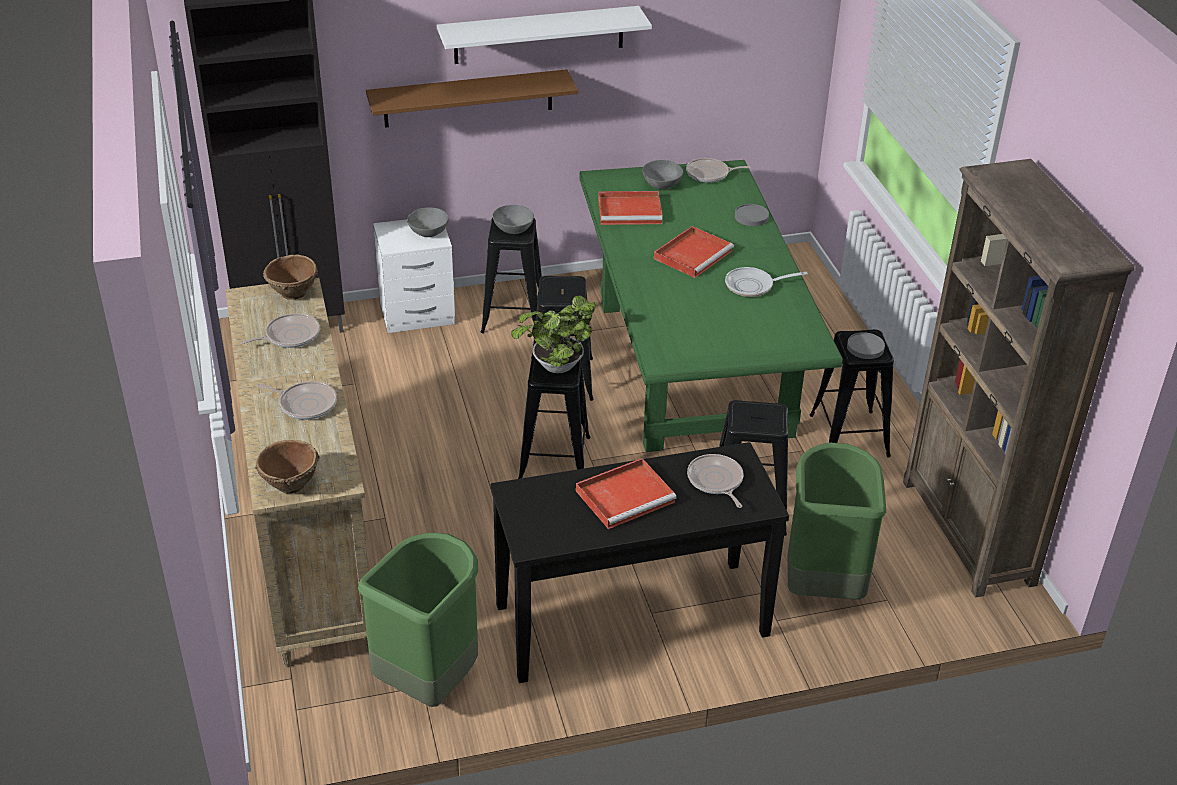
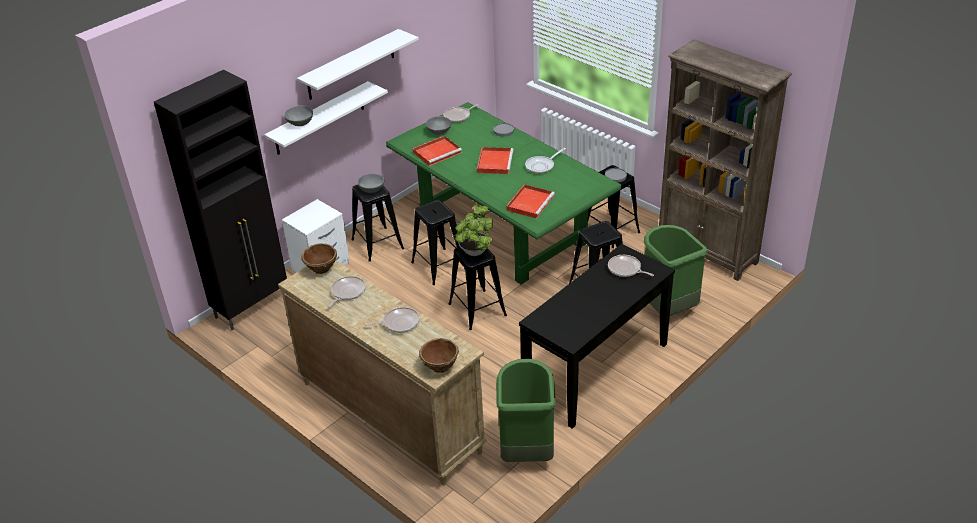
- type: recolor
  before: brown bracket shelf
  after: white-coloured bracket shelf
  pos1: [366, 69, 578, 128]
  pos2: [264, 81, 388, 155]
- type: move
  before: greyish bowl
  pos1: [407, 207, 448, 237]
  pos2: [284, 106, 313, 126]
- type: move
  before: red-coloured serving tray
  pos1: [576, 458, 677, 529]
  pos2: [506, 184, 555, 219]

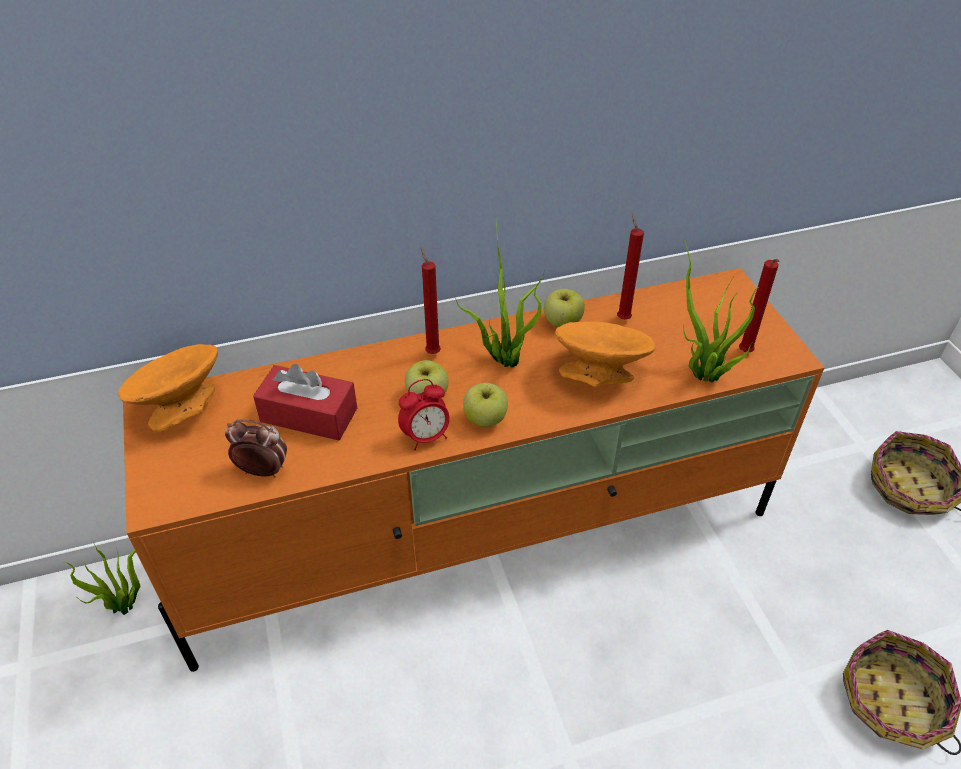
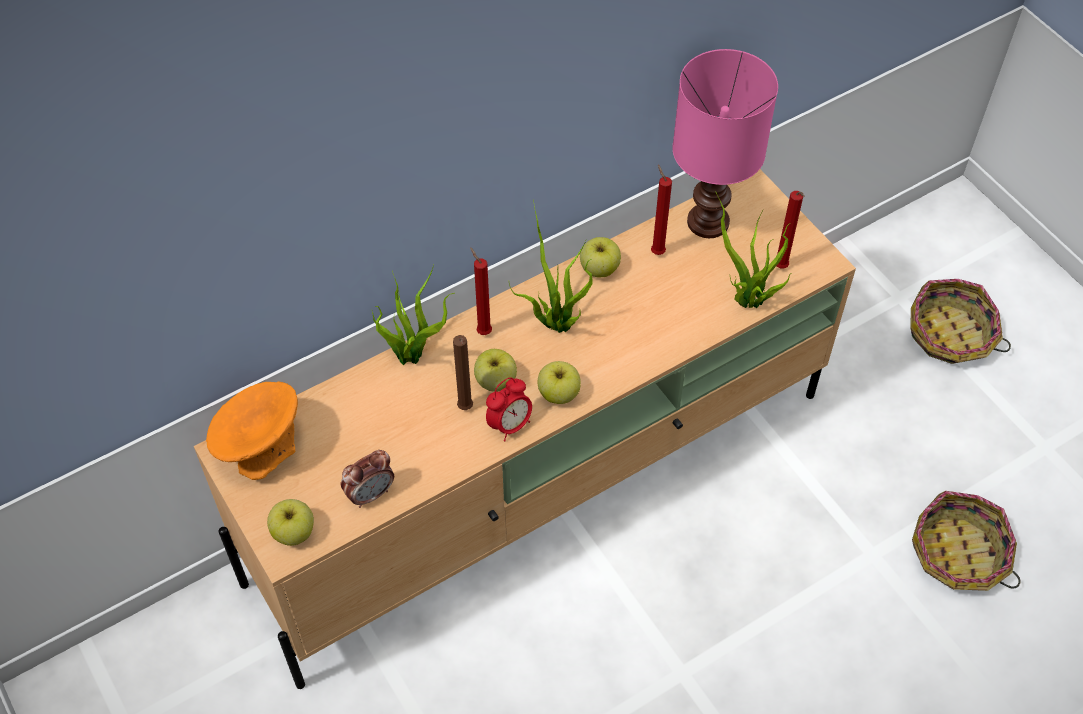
- type: recolor
  before: orange tv unit
  after: sand-coloured tv unit
  pos1: [123, 268, 825, 672]
  pos2: [194, 169, 856, 689]
- type: delete
  before: orange bowl
  pos1: [555, 322, 656, 387]
- type: delete
  before: red-coloured tissue holder
  pos1: [253, 364, 357, 440]
- type: rotate
  before: alarm clock
  pos1: [225, 419, 287, 478]
  pos2: [341, 450, 394, 508]
  turn: 150
- type: move
  before: potted plant
  pos1: [64, 536, 140, 615]
  pos2: [371, 265, 454, 365]
- type: insert
  after: pink tabletop lamp
  pos2: [672, 49, 778, 238]
- type: insert
  after: brown candle
  pos2: [453, 335, 473, 410]
- type: insert
  after: whole apple
  pos2: [267, 499, 314, 546]

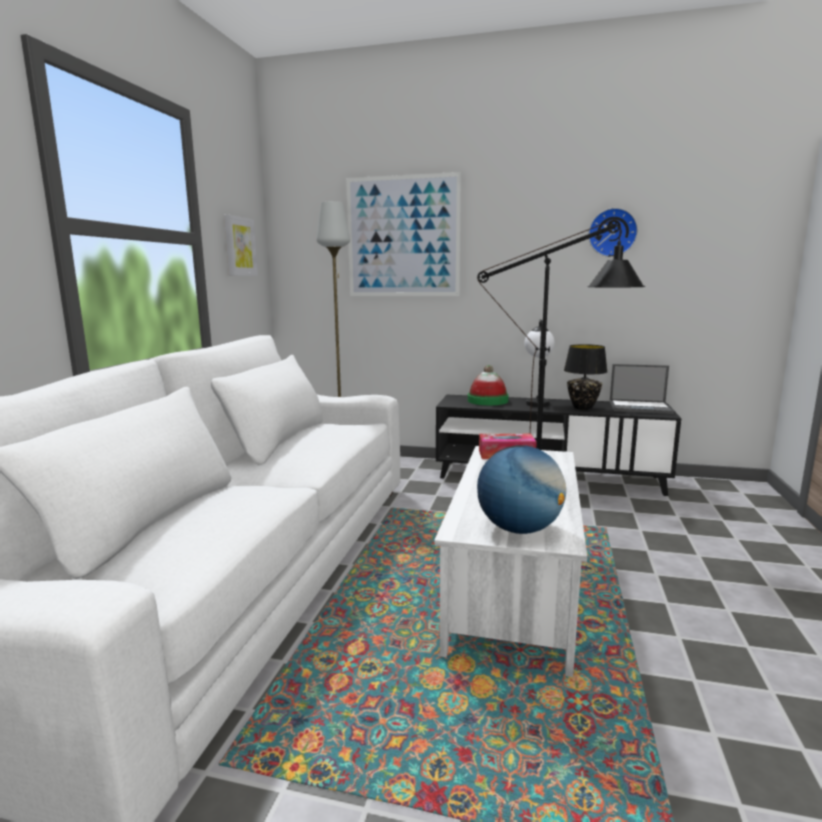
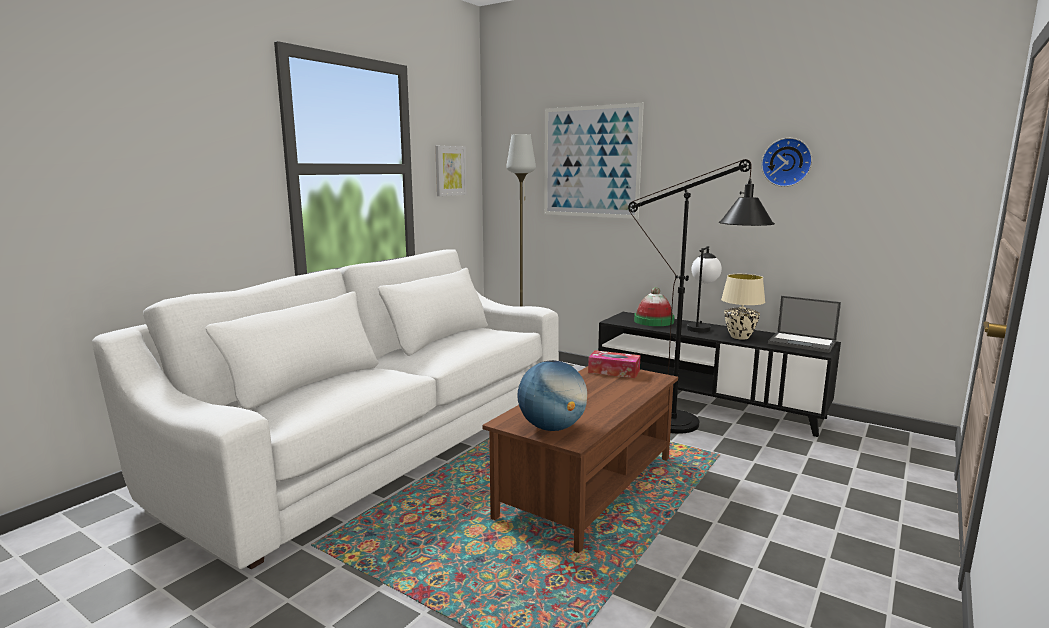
- type: recolor
  before: black tabletop lamp
  after: sand-coloured tabletop lamp
  pos1: [564, 344, 608, 410]
  pos2: [721, 274, 765, 340]
- type: recolor
  before: white-coloured lounge table
  after: brown lounge table
  pos1: [434, 446, 587, 677]
  pos2: [482, 366, 678, 553]

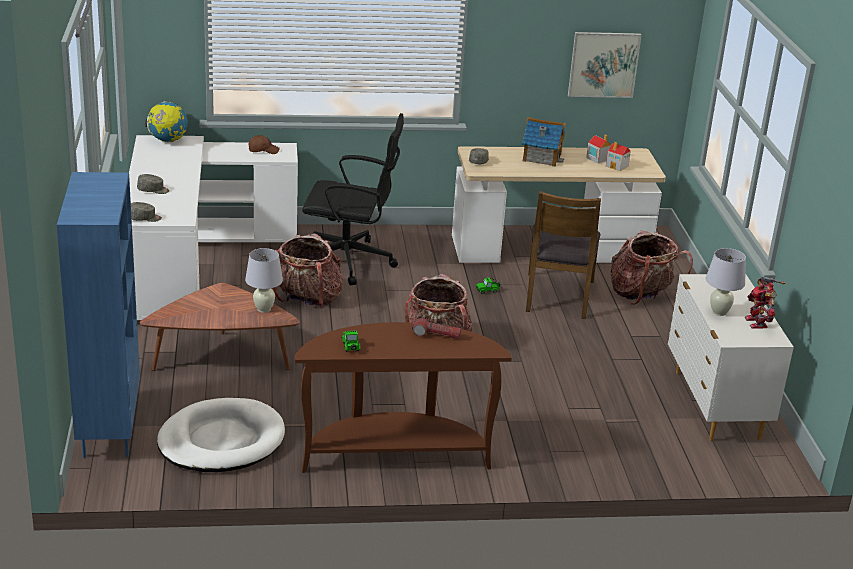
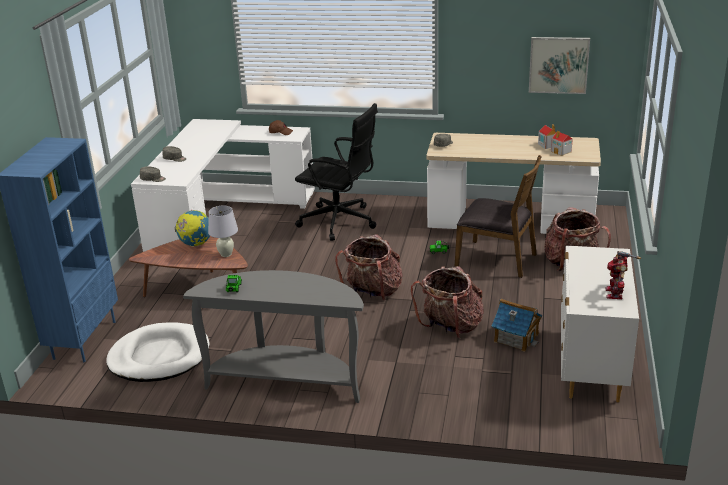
- type: move
  before: world globe
  pos1: [145, 101, 188, 142]
  pos2: [175, 210, 210, 247]
- type: move
  before: model house
  pos1: [522, 117, 566, 167]
  pos2: [491, 299, 542, 352]
- type: rotate
  before: brown upright chair
  pos1: [526, 191, 601, 319]
  pos2: [454, 155, 542, 278]
  turn: -90
- type: move
  before: knapsack
  pos1: [273, 234, 343, 309]
  pos2: [411, 266, 484, 339]
- type: delete
  before: white-coloured tabletop lamp
  pos1: [706, 248, 746, 316]
- type: delete
  before: torch
  pos1: [412, 316, 461, 339]
- type: recolor
  before: brown console table
  after: greyish console table
  pos1: [295, 322, 512, 473]
  pos2: [183, 270, 364, 403]

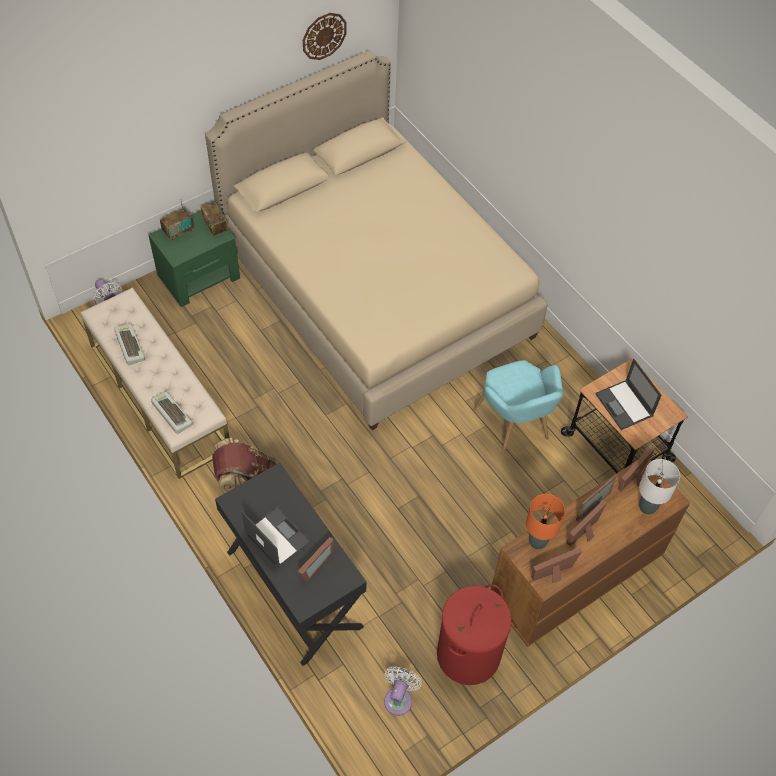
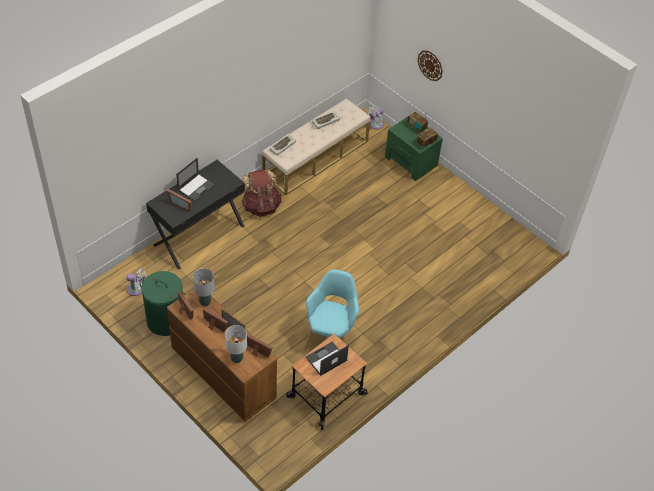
- type: move
  before: wall clock
  pos1: [303, 13, 347, 60]
  pos2: [418, 51, 443, 81]
- type: delete
  before: sand-coloured bed
  pos1: [205, 50, 548, 430]
- type: rotate
  before: turquoise easy chair
  pos1: [473, 360, 564, 454]
  pos2: [304, 269, 359, 350]
  turn: 135
- type: recolor
  before: orange tabletop lamp
  after: greyish tabletop lamp
  pos1: [526, 494, 565, 549]
  pos2: [193, 268, 215, 306]
- type: recolor
  before: red-coloured laundry basket
  after: greenish laundry basket
  pos1: [437, 584, 512, 685]
  pos2: [140, 271, 185, 336]

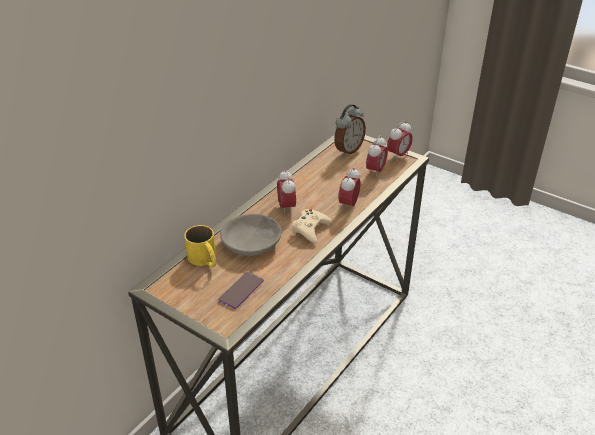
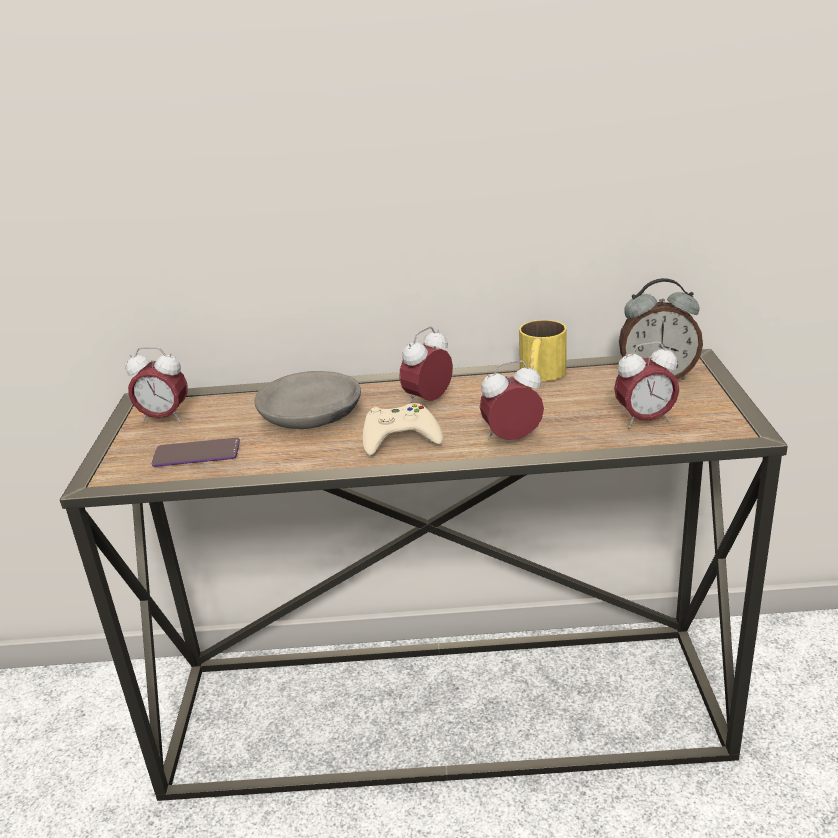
- type: move
  before: alarm clock
  pos1: [387, 121, 413, 161]
  pos2: [126, 347, 188, 423]
- type: move
  before: yellow coffee mug
  pos1: [184, 225, 216, 268]
  pos2: [519, 320, 567, 381]

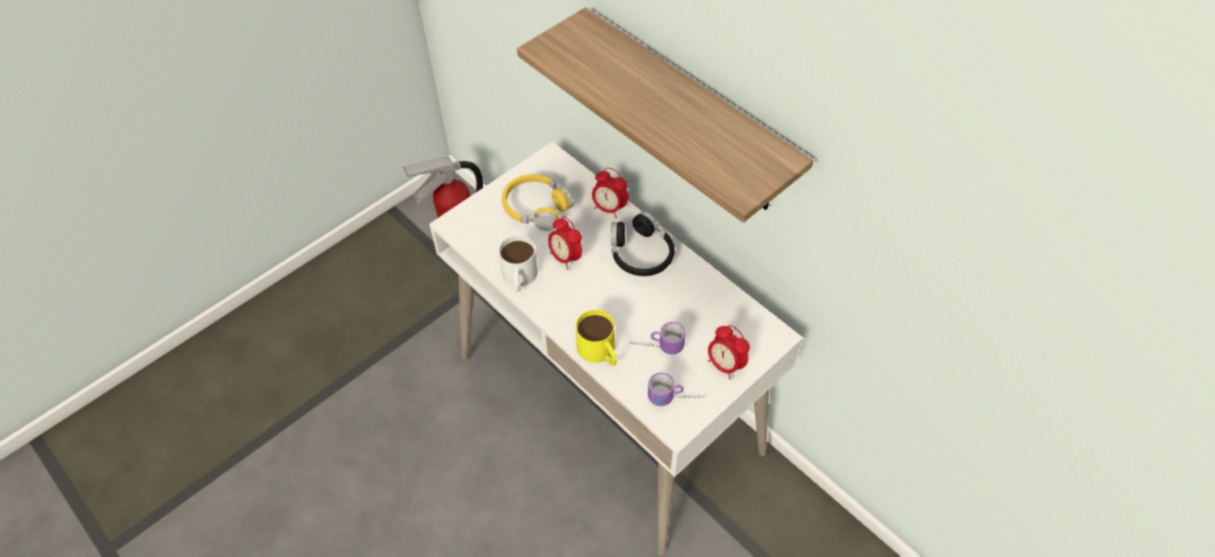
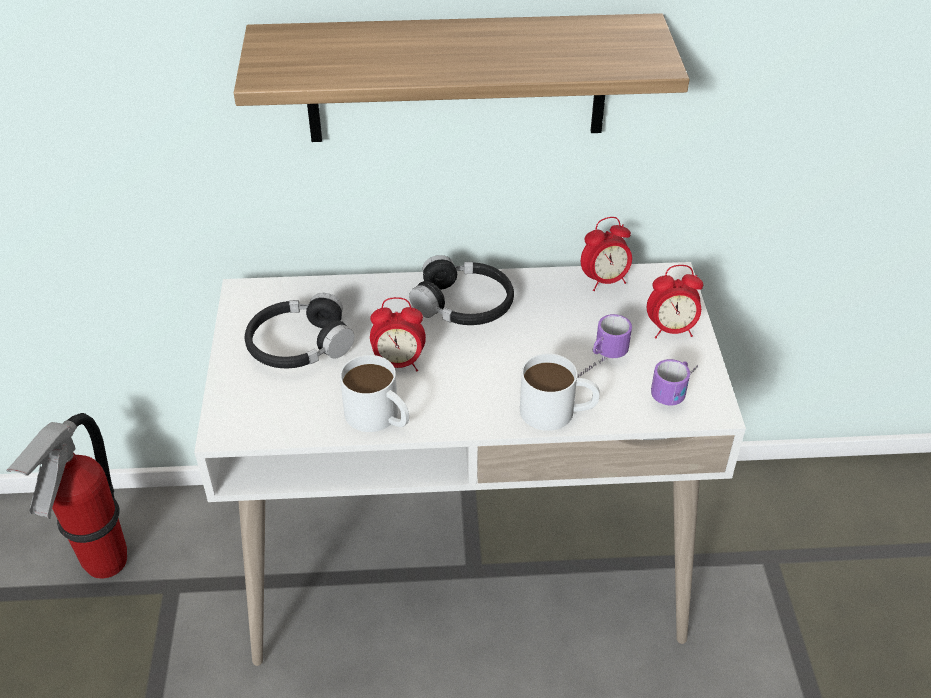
- type: move
  before: alarm clock
  pos1: [592, 168, 628, 219]
  pos2: [581, 217, 632, 291]
- type: recolor
  before: yellow pair of headphones
  after: black pair of headphones
  pos1: [502, 174, 574, 231]
  pos2: [244, 293, 354, 368]
- type: recolor
  before: yellow coffee mug
  after: white-coloured coffee mug
  pos1: [576, 310, 617, 366]
  pos2: [520, 353, 600, 431]

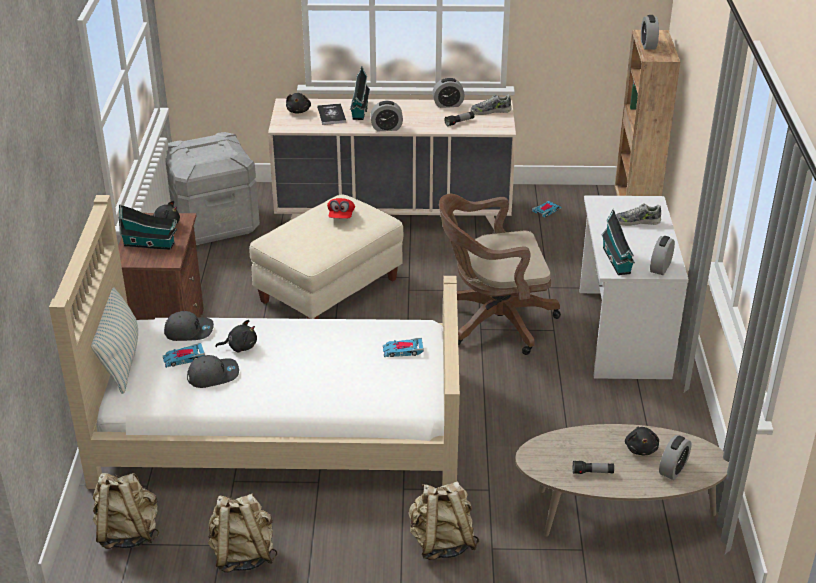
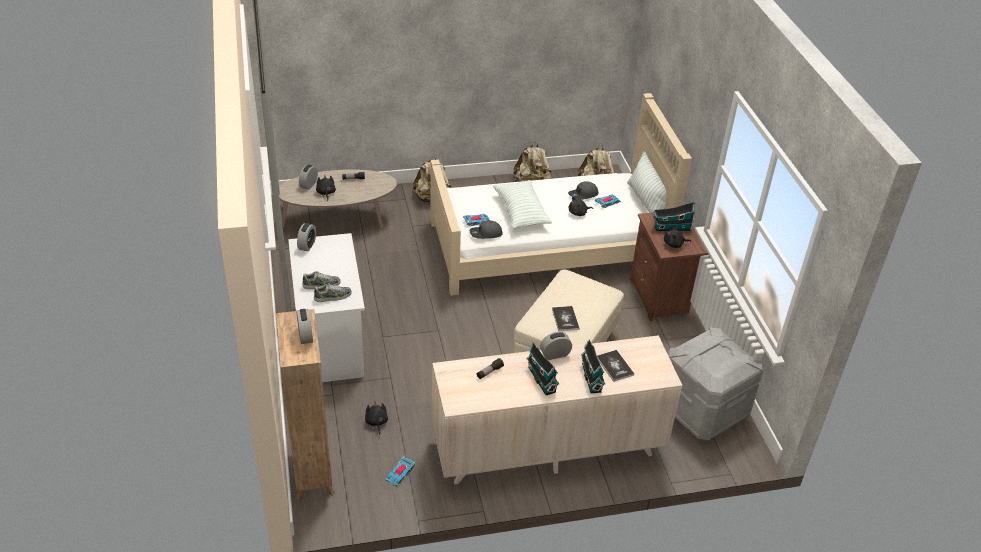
- type: delete
  before: alarm clock
  pos1: [432, 78, 465, 108]
- type: move
  before: black cuddly toy
  pos1: [286, 93, 311, 114]
  pos2: [365, 401, 388, 435]
- type: move
  before: low shoe
  pos1: [471, 95, 511, 115]
  pos2: [314, 283, 352, 302]
- type: delete
  before: brown computer chair
  pos1: [439, 194, 561, 355]
- type: replace
  before: red-coloured baseball cap
  after: book
  pos1: [327, 198, 355, 219]
  pos2: [552, 306, 579, 331]
- type: move
  before: model house
  pos1: [602, 209, 635, 275]
  pos2: [527, 342, 559, 395]
- type: move
  before: greyish baseball cap
  pos1: [164, 311, 214, 341]
  pos2: [470, 220, 503, 239]
- type: insert
  after: pillow
  pos2: [493, 180, 552, 229]

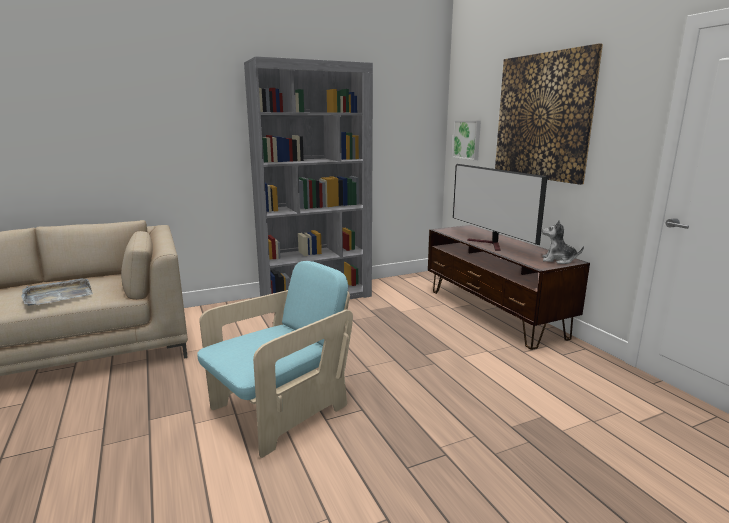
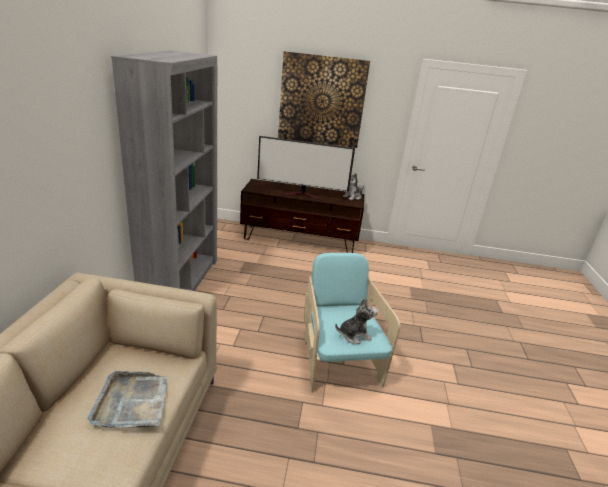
- type: delete
  before: picture
  pos1: [452, 121, 481, 160]
- type: insert
  after: cuddly toy
  pos2: [335, 299, 378, 344]

